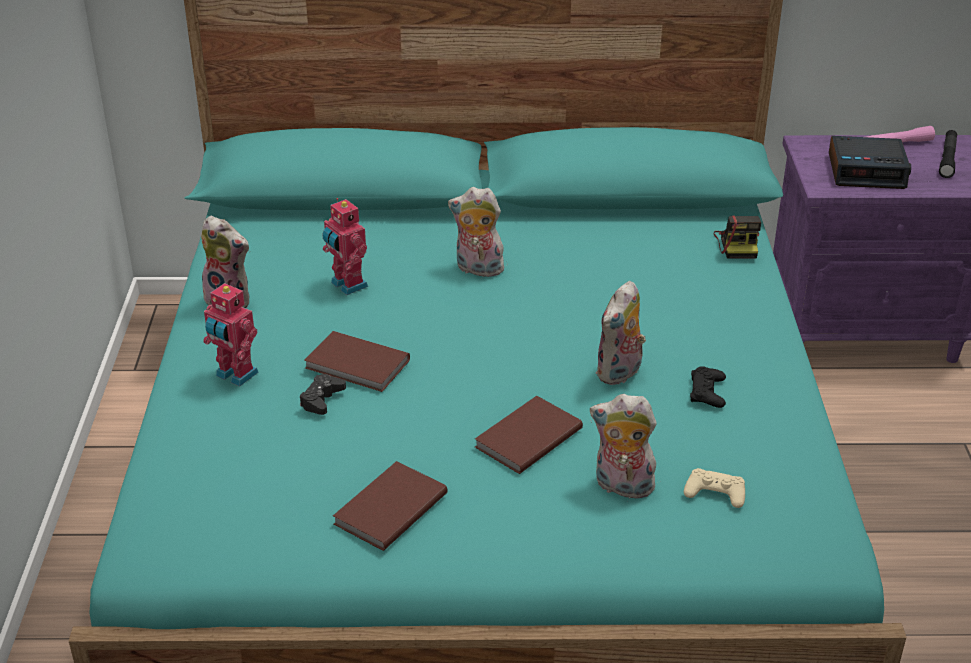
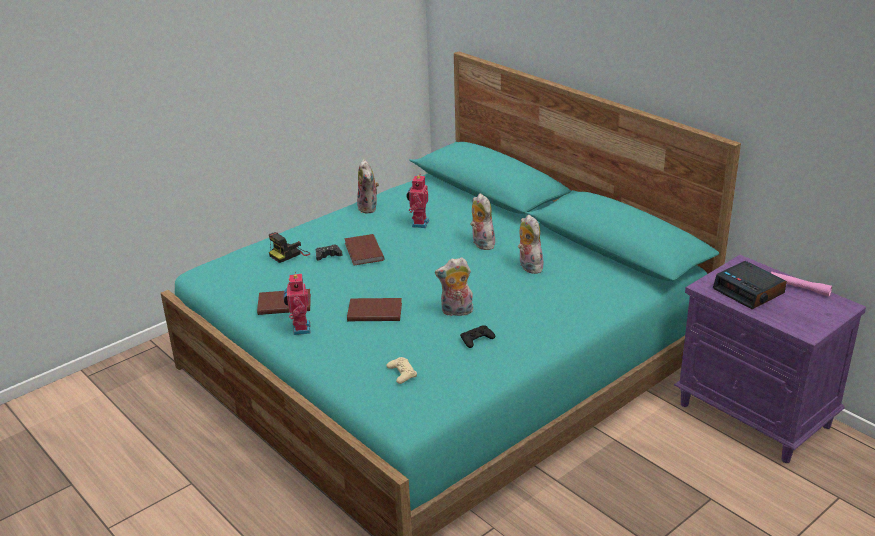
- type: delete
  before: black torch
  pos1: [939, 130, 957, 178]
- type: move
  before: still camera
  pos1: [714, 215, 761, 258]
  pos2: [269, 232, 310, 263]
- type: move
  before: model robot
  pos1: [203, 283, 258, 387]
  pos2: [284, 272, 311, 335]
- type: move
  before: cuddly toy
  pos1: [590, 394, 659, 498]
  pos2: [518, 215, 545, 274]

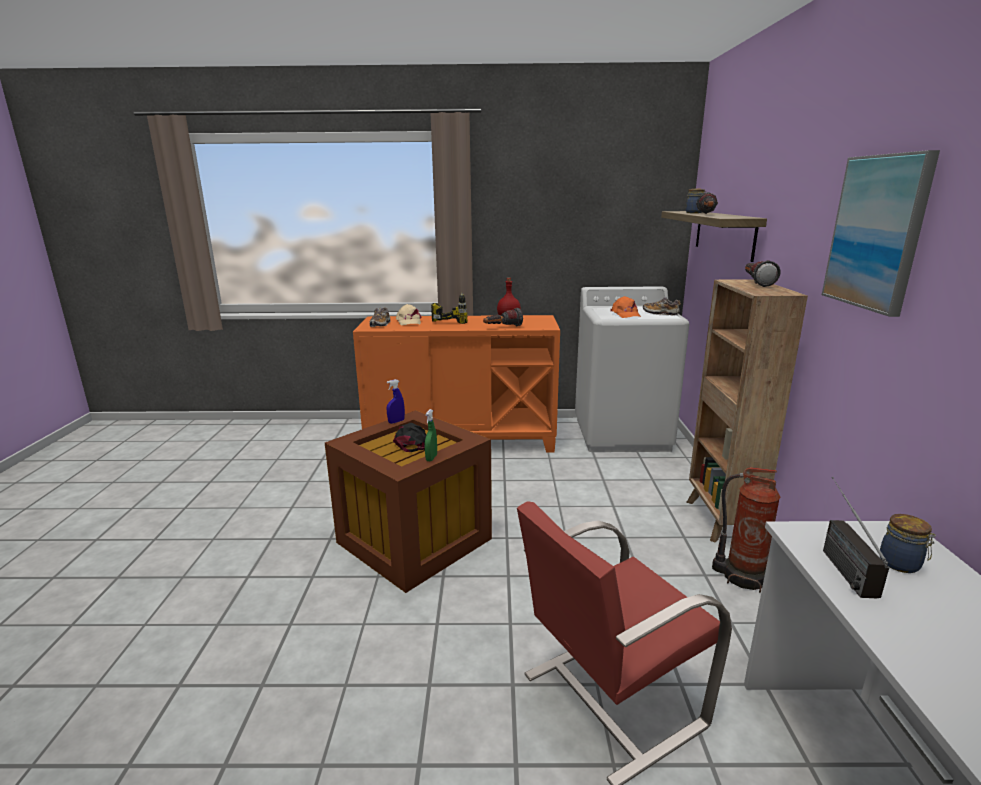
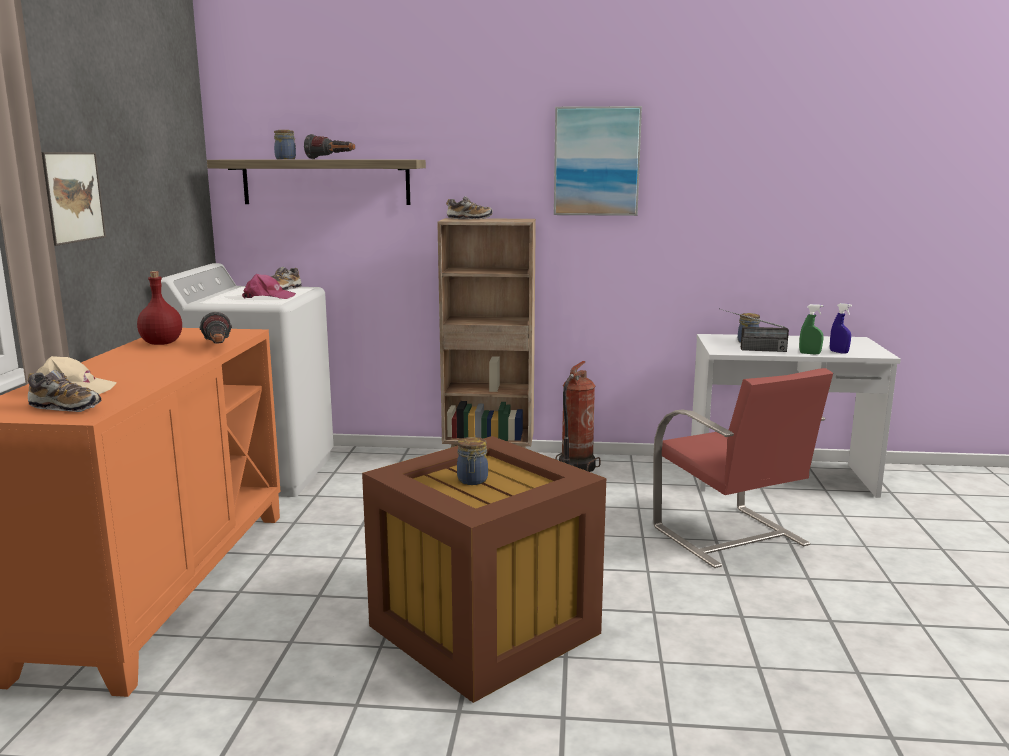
- type: replace
  before: torch
  after: low shoe
  pos1: [745, 260, 780, 287]
  pos2: [446, 196, 493, 219]
- type: delete
  before: electric drill
  pos1: [431, 292, 468, 324]
- type: recolor
  before: orange baseball cap
  after: pink baseball cap
  pos1: [610, 296, 641, 318]
  pos2: [242, 274, 296, 299]
- type: move
  before: bluish sprayer
  pos1: [387, 379, 405, 424]
  pos2: [830, 303, 852, 354]
- type: move
  before: greenish sprayer
  pos1: [425, 409, 437, 461]
  pos2: [799, 304, 824, 354]
- type: replace
  before: black baseball cap
  after: jar
  pos1: [393, 423, 426, 452]
  pos2: [457, 437, 488, 485]
- type: insert
  after: picture
  pos2: [41, 152, 106, 246]

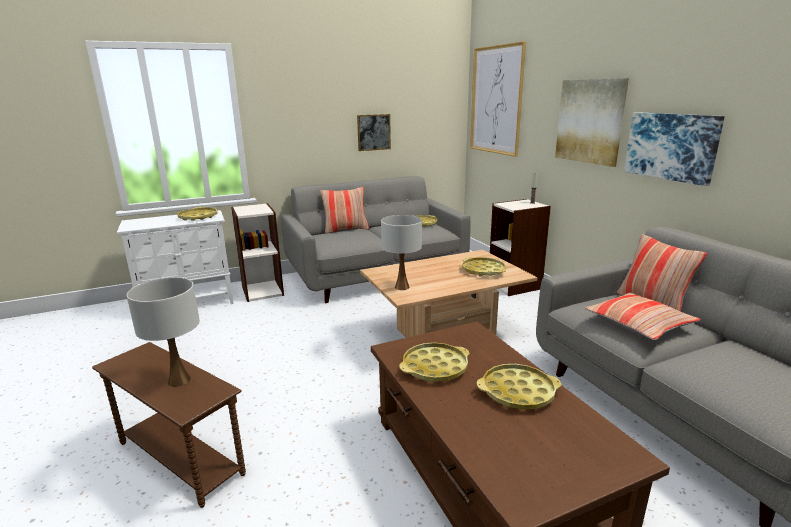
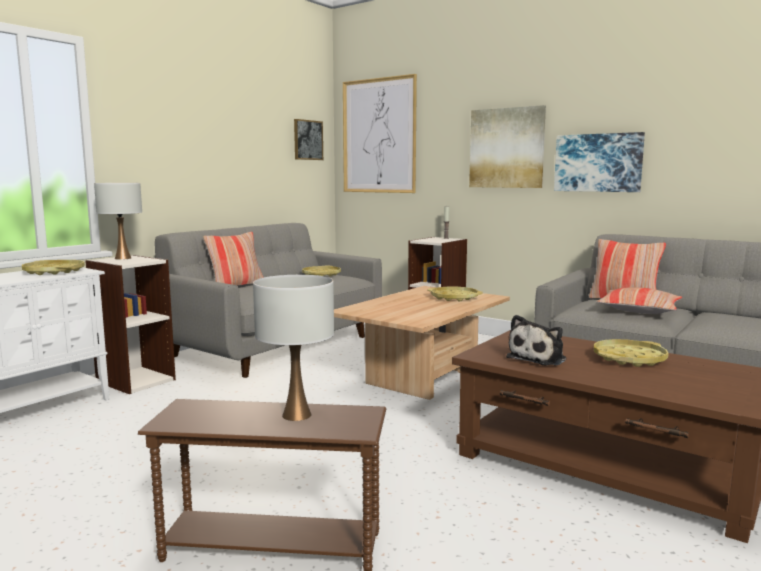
- type: move
  before: picture
  pos1: [357, 114, 391, 151]
  pos2: [294, 119, 323, 160]
- type: move
  before: white-coloured tabletop lamp
  pos1: [381, 215, 422, 290]
  pos2: [94, 183, 142, 260]
- type: replace
  before: yellow serving tray
  after: cuddly toy
  pos1: [399, 343, 469, 382]
  pos2: [506, 315, 567, 366]

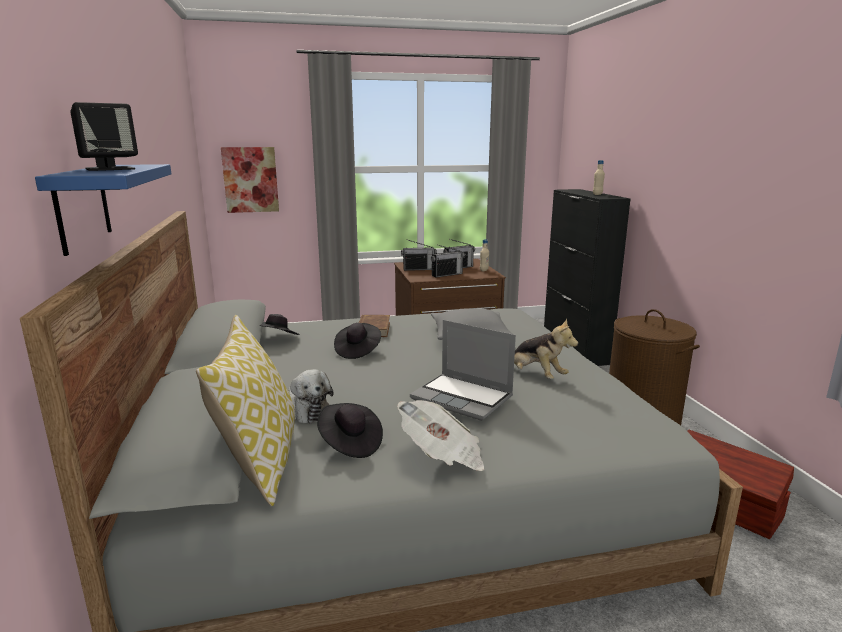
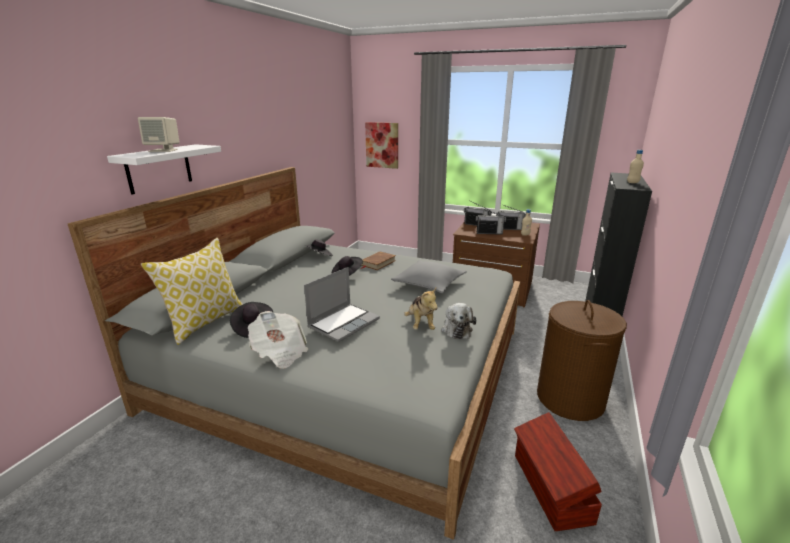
- type: recolor
  before: black audio speaker
  after: sand-coloured audio speaker
  pos1: [70, 102, 138, 171]
  pos2: [138, 117, 179, 152]
- type: recolor
  before: bluish bracket shelf
  after: white-coloured bracket shelf
  pos1: [35, 164, 171, 256]
  pos2: [107, 144, 221, 195]
- type: rotate
  before: portable computer
  pos1: [410, 320, 516, 421]
  pos2: [304, 267, 380, 342]
  turn: -120
- type: move
  before: cuddly toy
  pos1: [288, 369, 333, 423]
  pos2: [441, 303, 476, 339]

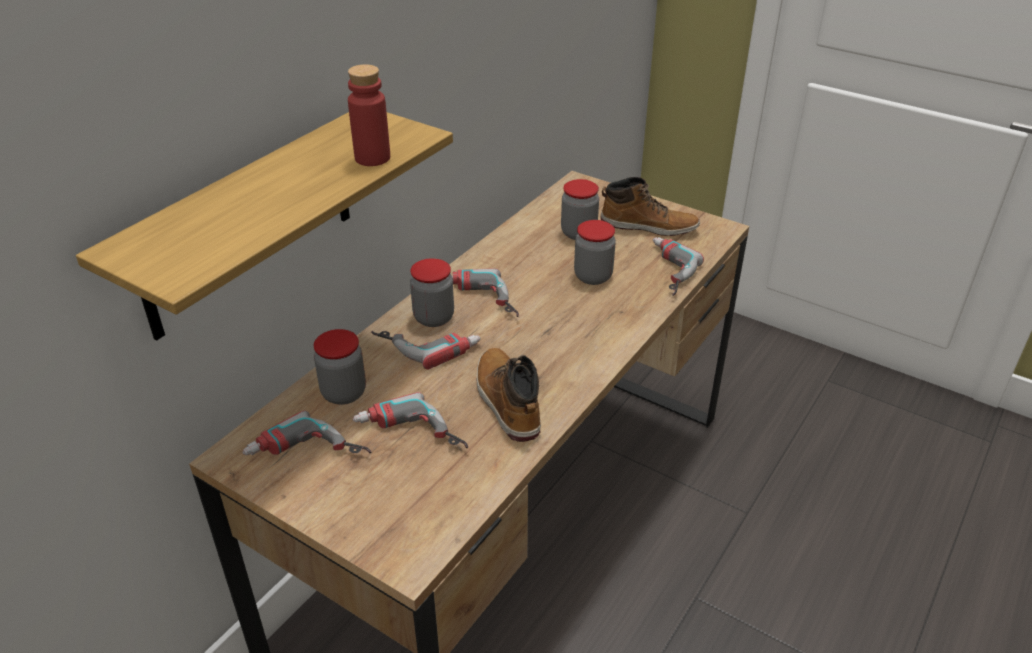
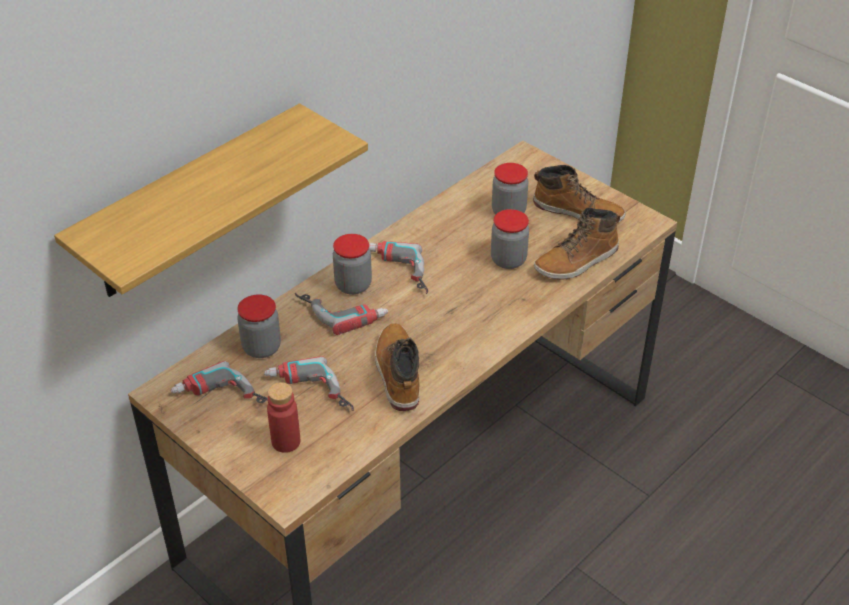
- type: move
  before: red-coloured drink bottle
  pos1: [348, 64, 390, 166]
  pos2: [267, 382, 300, 453]
- type: replace
  before: electric drill
  after: tall boot
  pos1: [653, 237, 704, 296]
  pos2: [534, 208, 620, 280]

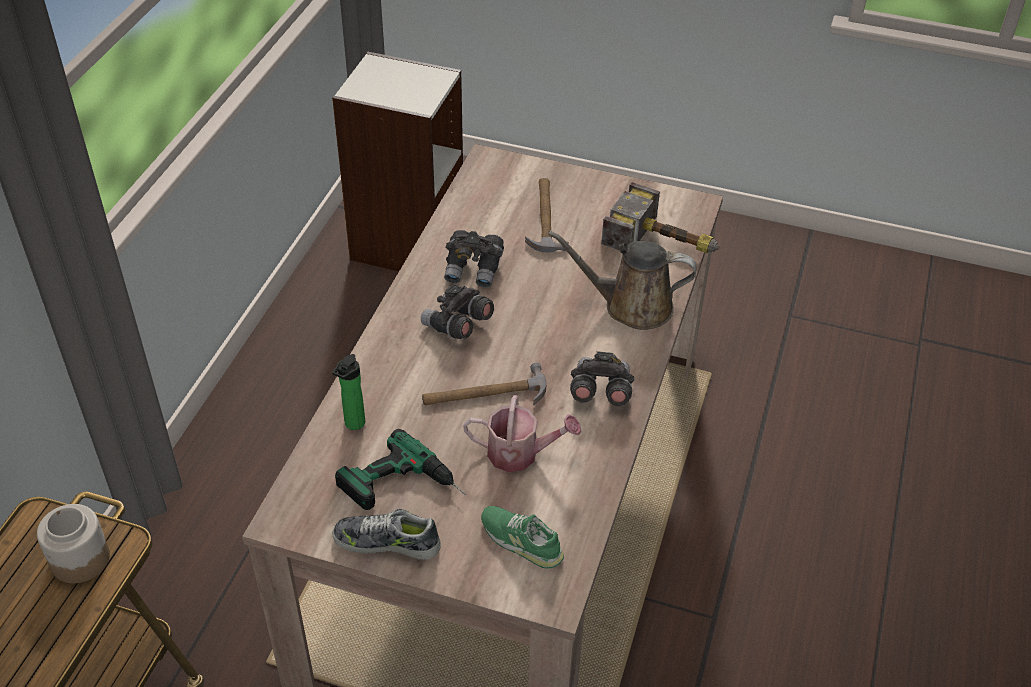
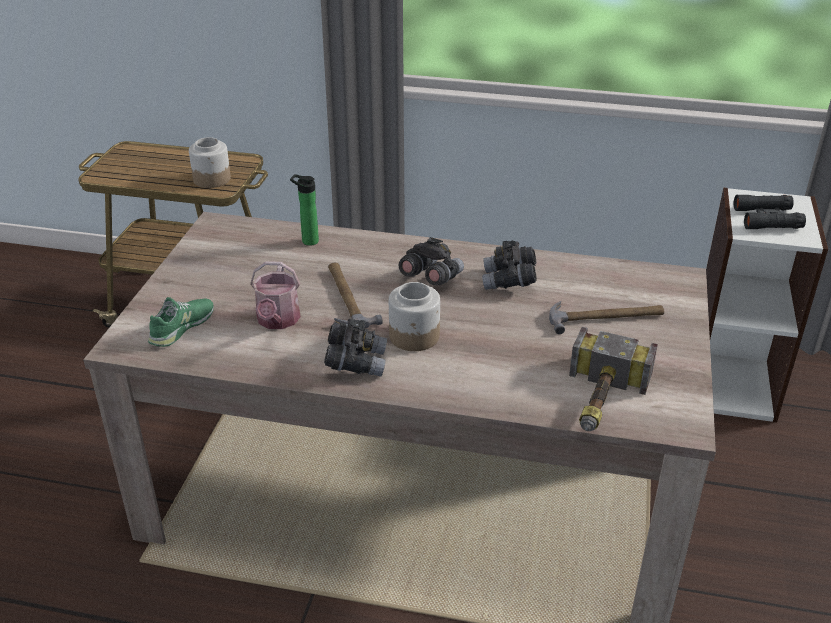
- type: delete
  before: brown watering pot
  pos1: [548, 230, 697, 330]
- type: delete
  before: electric drill
  pos1: [335, 429, 466, 510]
- type: delete
  before: low shoe
  pos1: [332, 509, 441, 560]
- type: insert
  after: black binoculars
  pos2: [734, 195, 806, 229]
- type: insert
  after: jar
  pos2: [389, 282, 440, 351]

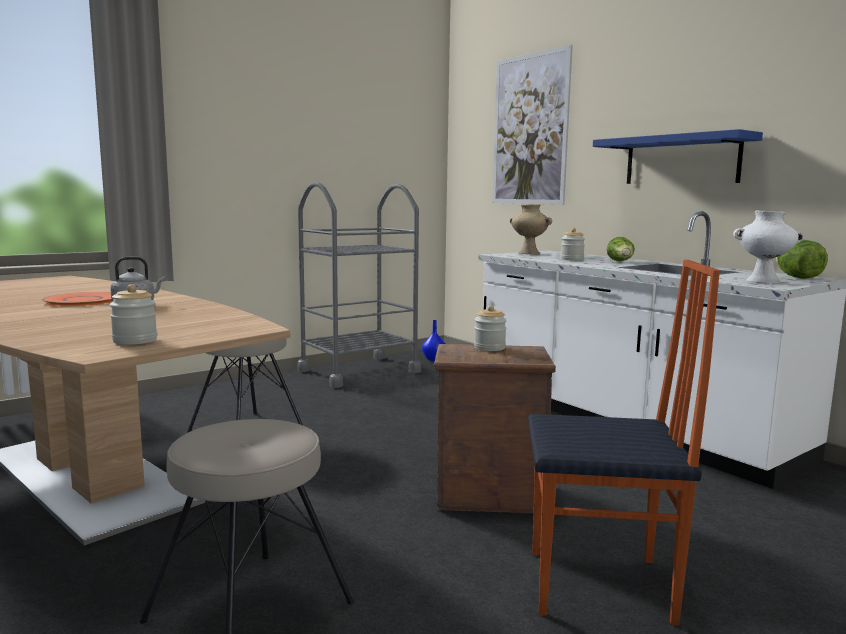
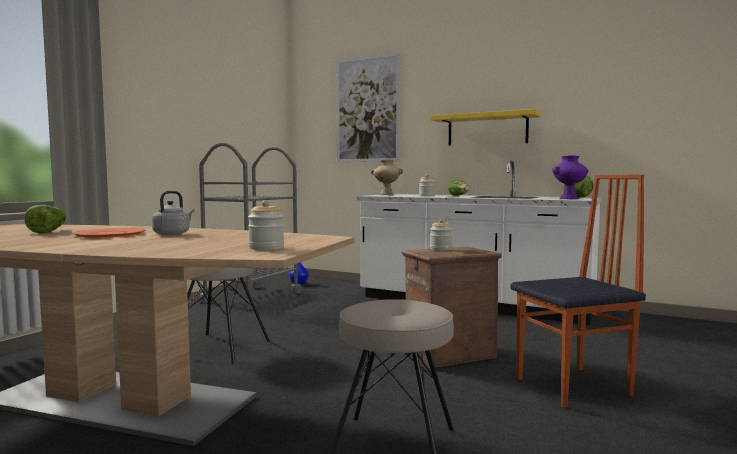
- type: recolor
  before: bluish bracket shelf
  after: yellow bracket shelf
  pos1: [593, 129, 763, 184]
  pos2: [430, 109, 541, 146]
- type: recolor
  before: white-coloured decorative vase
  after: purple-coloured decorative vase
  pos1: [733, 211, 804, 283]
  pos2: [552, 156, 588, 199]
- type: insert
  after: head of lettuce
  pos2: [24, 205, 66, 233]

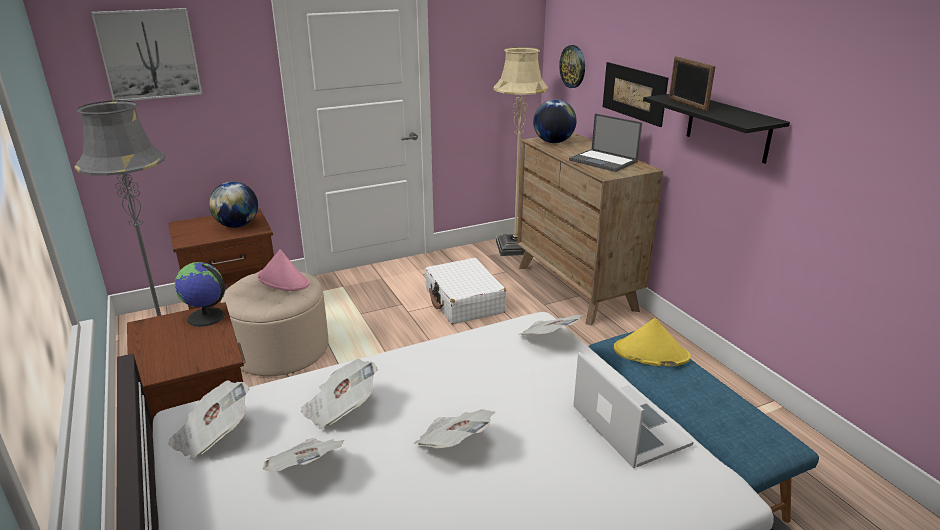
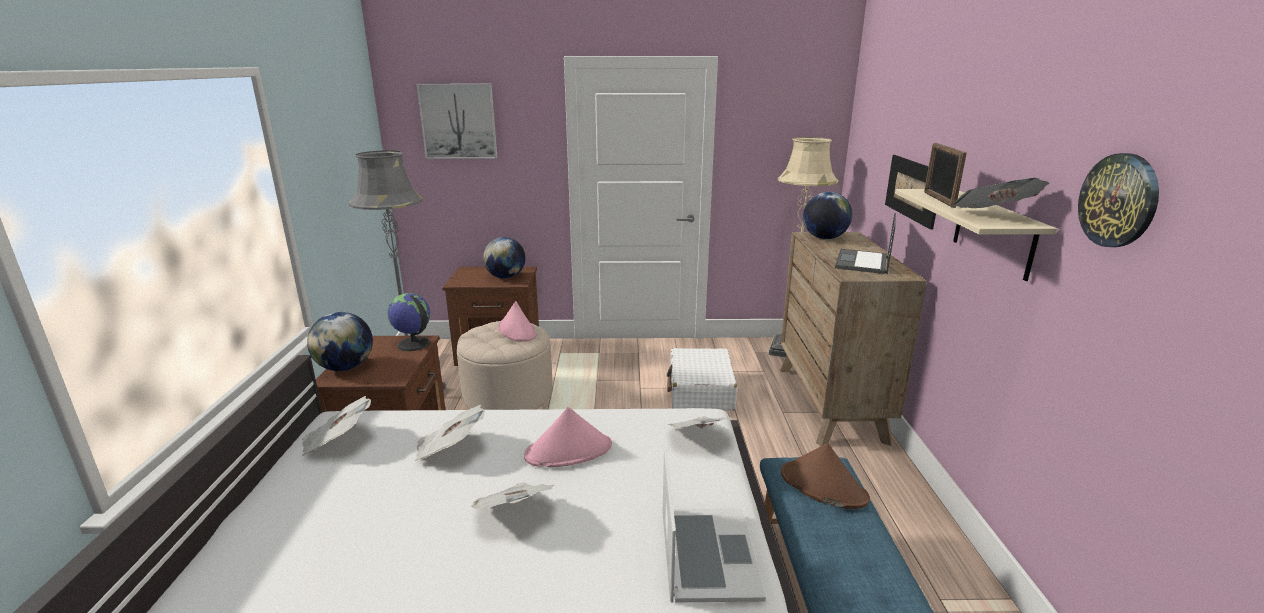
- type: move
  before: wall clock
  pos1: [559, 45, 585, 88]
  pos2: [1078, 153, 1159, 247]
- type: recolor
  before: black bracket shelf
  after: sand-coloured bracket shelf
  pos1: [643, 94, 790, 164]
  pos2: [895, 189, 1057, 281]
- type: rotate
  before: portable computer
  pos1: [569, 113, 642, 172]
  pos2: [835, 213, 896, 274]
  turn: 45
- type: recolor
  before: yellow hat
  after: brown hat
  pos1: [614, 318, 691, 366]
  pos2: [781, 443, 870, 509]
- type: move
  before: daily paper
  pos1: [263, 438, 344, 472]
  pos2: [951, 178, 1049, 208]
- type: insert
  after: world globe
  pos2: [307, 312, 373, 371]
- type: insert
  after: pink hat
  pos2: [524, 407, 612, 467]

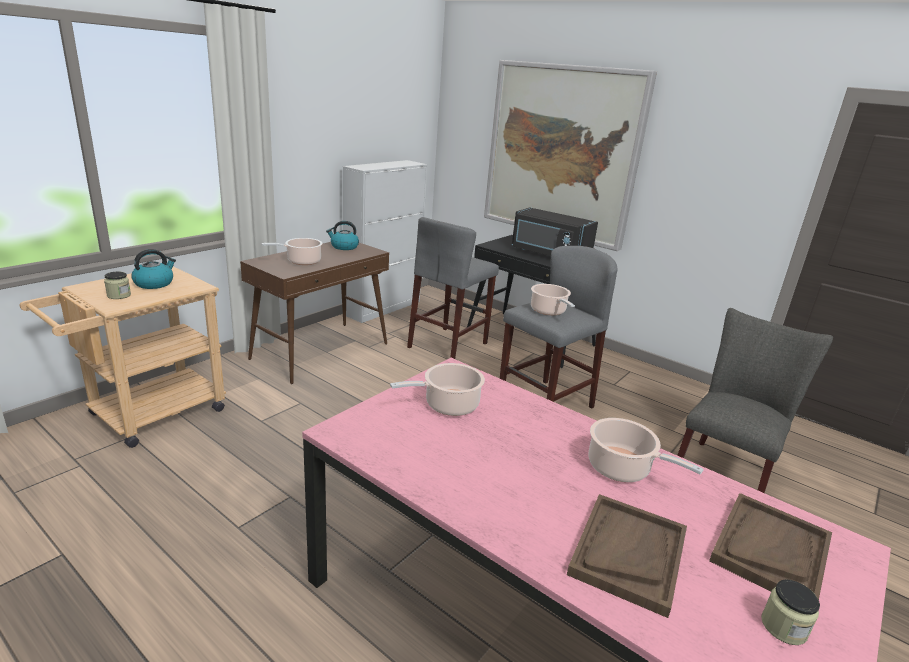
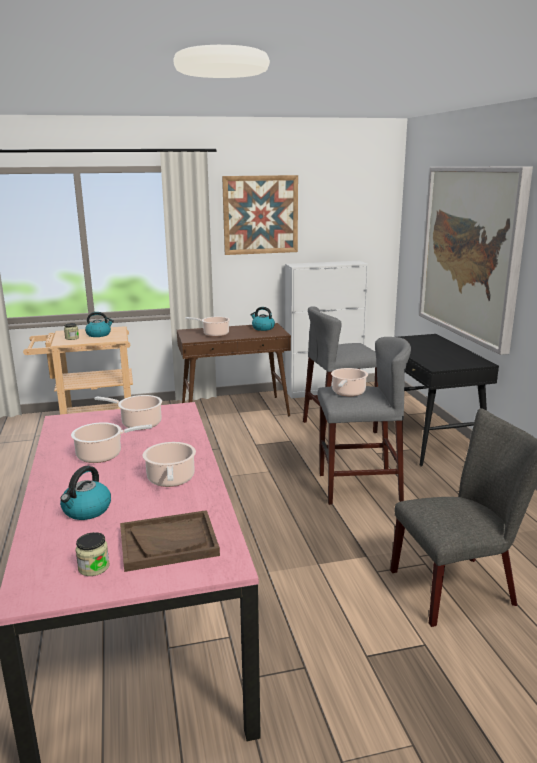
- type: delete
  before: black kitchen microwave
  pos1: [512, 208, 598, 256]
- type: replace
  before: brown serving tray
  after: water kettle
  pos1: [567, 494, 687, 618]
  pos2: [60, 466, 111, 520]
- type: insert
  after: picture
  pos2: [222, 175, 298, 255]
- type: insert
  after: stockpot
  pos2: [71, 422, 152, 463]

